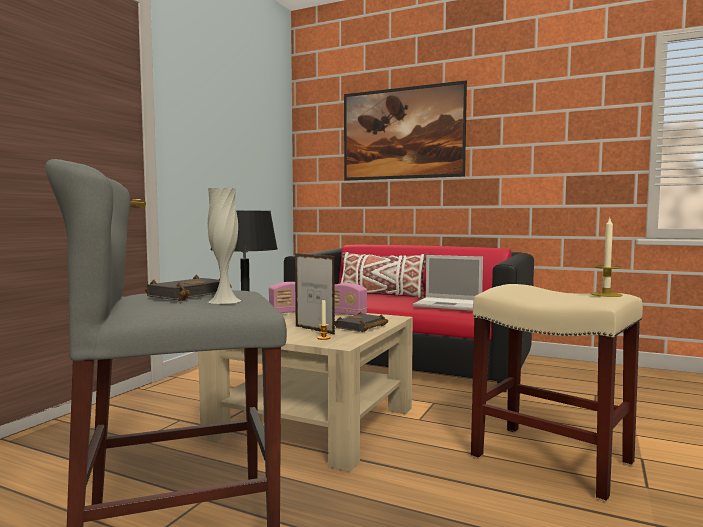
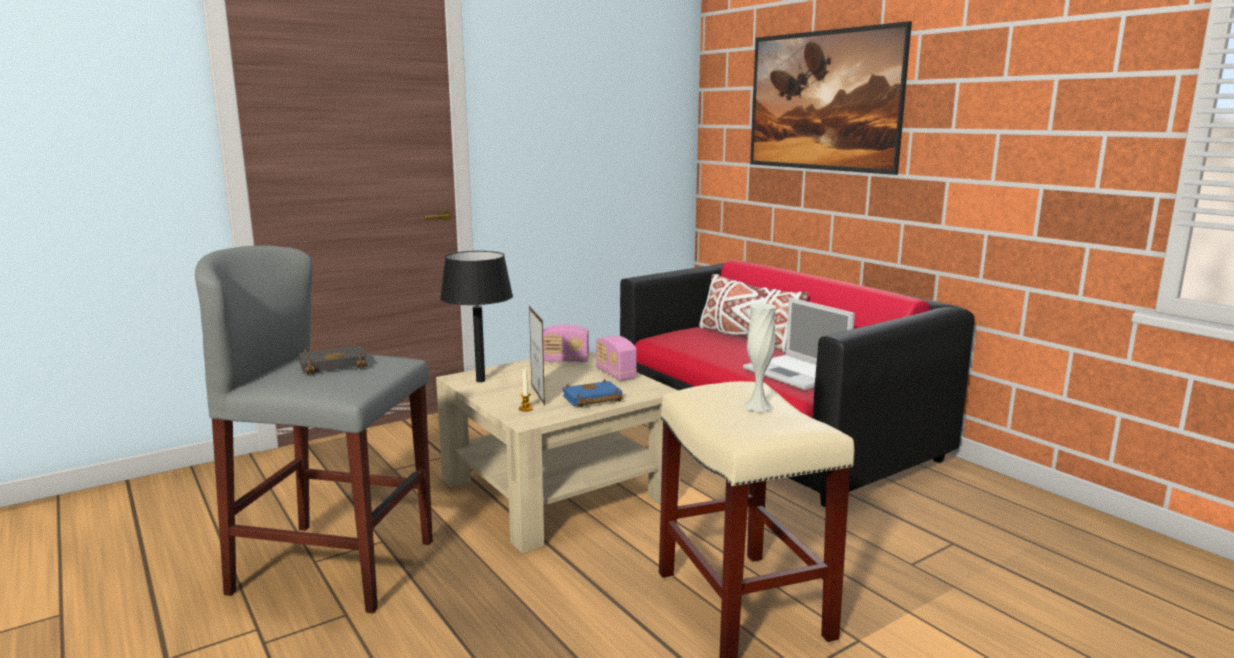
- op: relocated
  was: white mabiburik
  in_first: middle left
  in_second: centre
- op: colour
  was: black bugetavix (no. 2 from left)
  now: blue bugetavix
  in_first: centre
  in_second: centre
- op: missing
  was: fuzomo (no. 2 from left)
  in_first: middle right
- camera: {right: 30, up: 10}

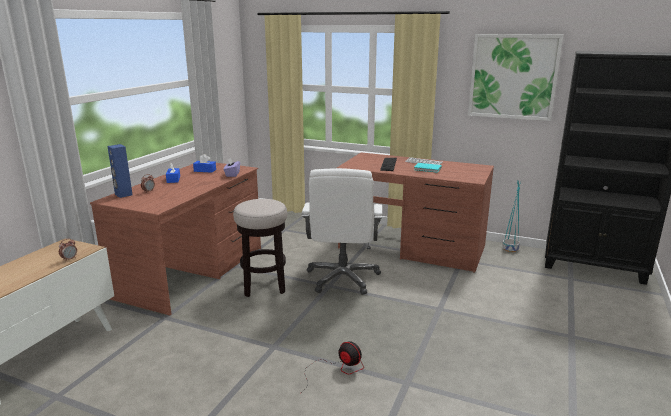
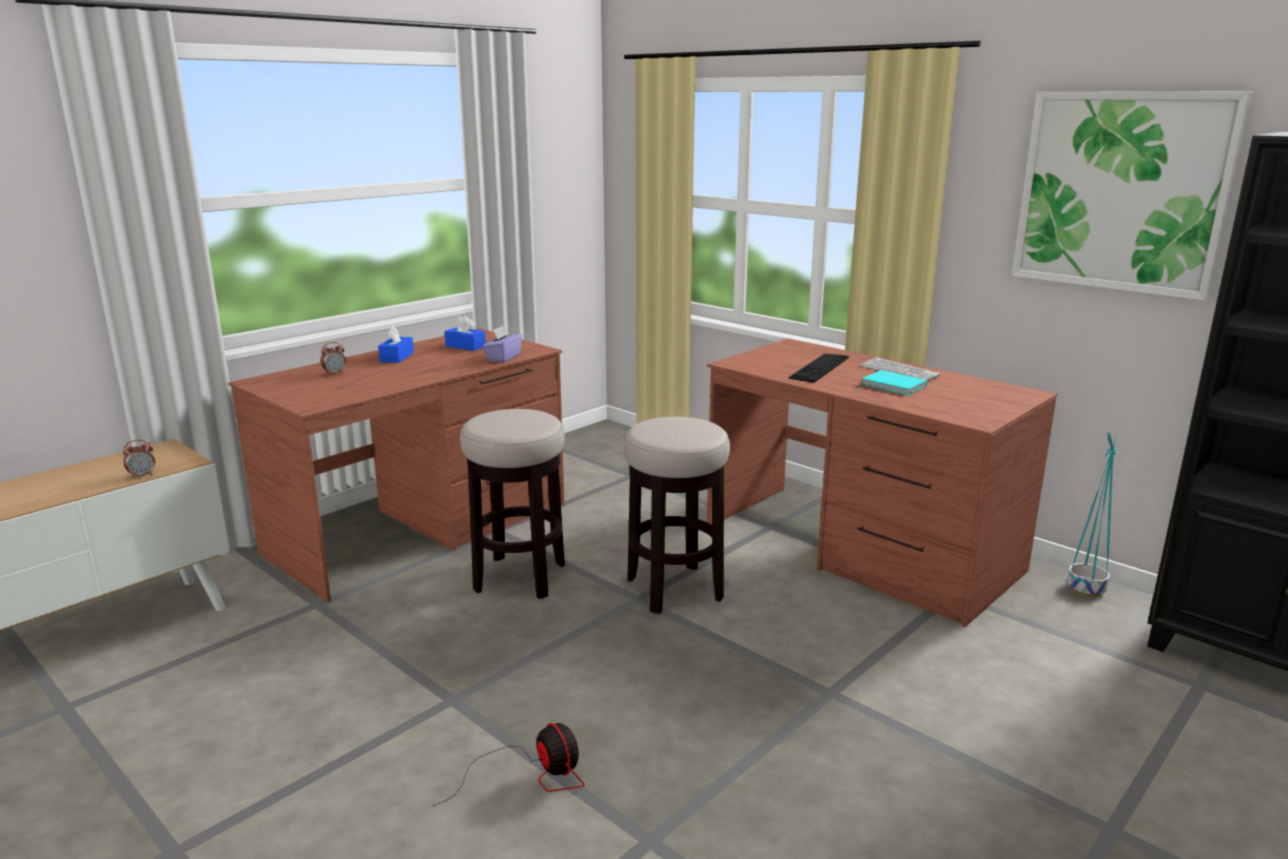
- op: missing
  was: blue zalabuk
  in_first: middle left
- op: exchanged
  was: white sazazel
  now: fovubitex (no. 2 from left)
  in_first: centre
  in_second: centre
- camera: {right: 20, up: 0}

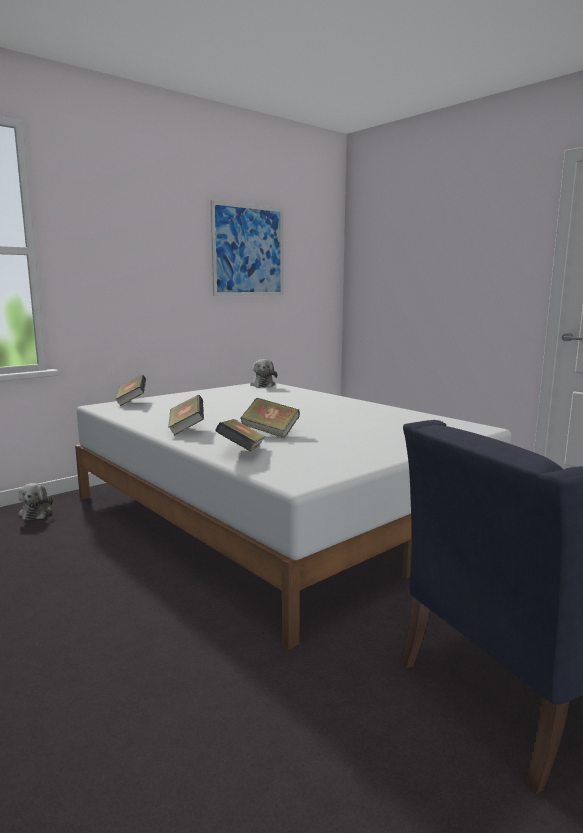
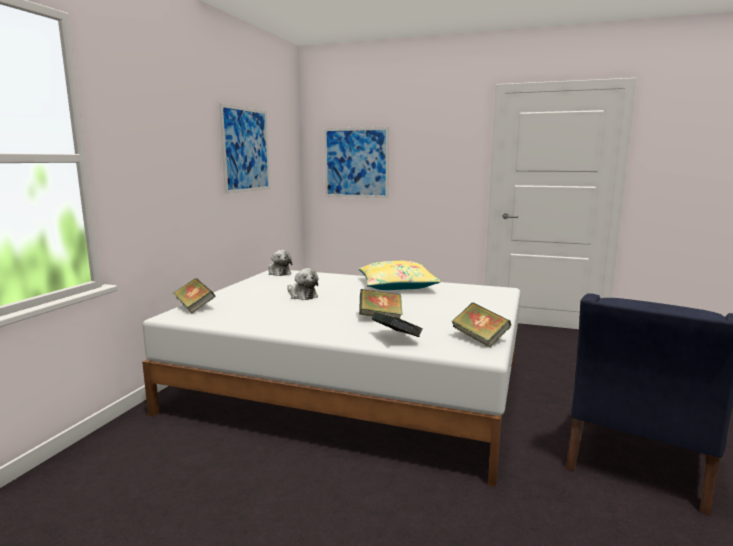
- op: relocated
  was: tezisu (no. 1 from left in the first image)
  now: tezisu (no. 2 from left)
  in_first: middle left
  in_second: centre
- op: relocated
  was: bugetavix (no. 2 from left in the first image)
  now: bugetavix (no. 4 from left)
  in_first: middle left
  in_second: centre
- op: appeared
  now: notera (no. 2 from left)
  in_second: top centre
- op: appeared
  now: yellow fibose
  in_second: centre
- camera: {right: -30, up: 0}

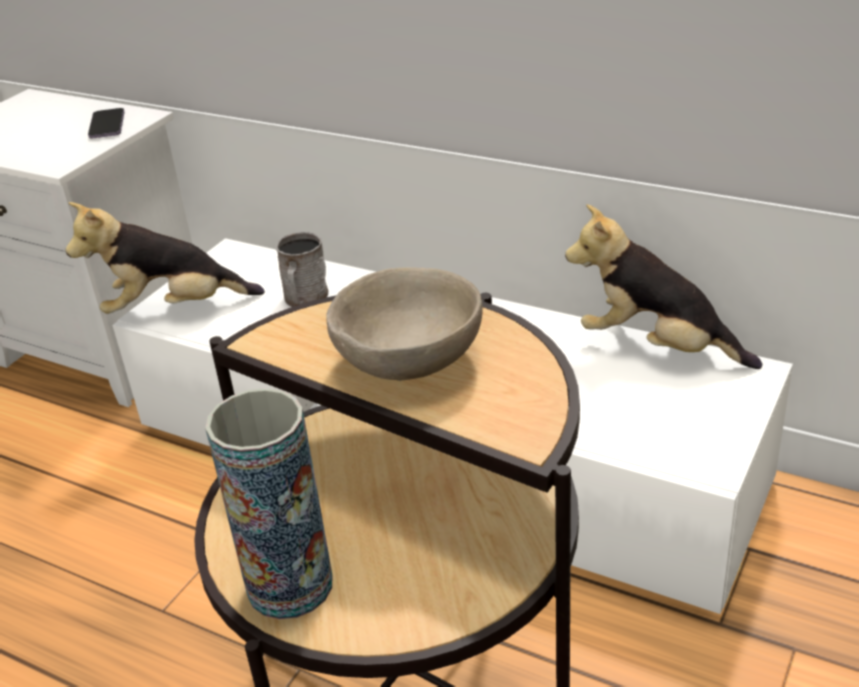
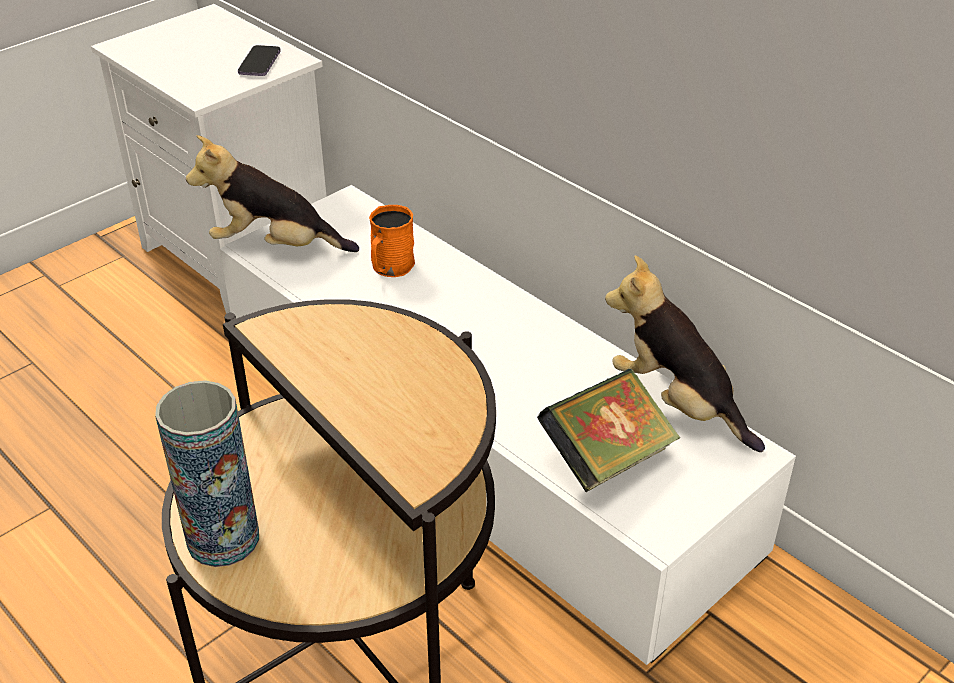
- op: colour
  was: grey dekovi
  now: orange dekovi
  in_first: centre
  in_second: centre
- op: missing
  was: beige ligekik
  in_first: centre
- op: appeared
  now: bugetavix
  in_second: centre
- camera: {right: 15, up: 5}

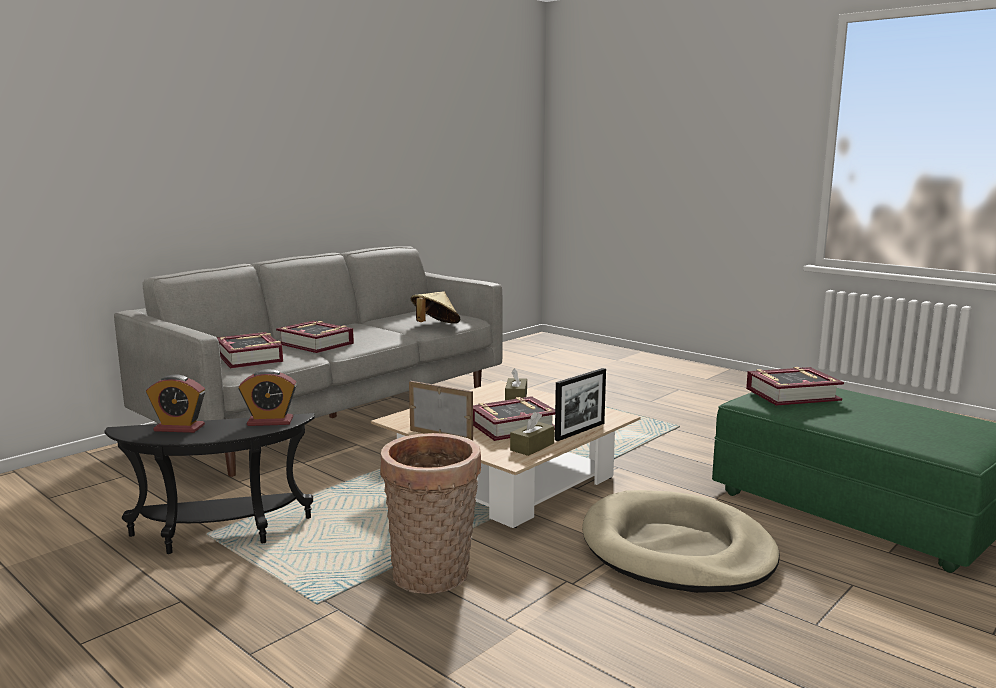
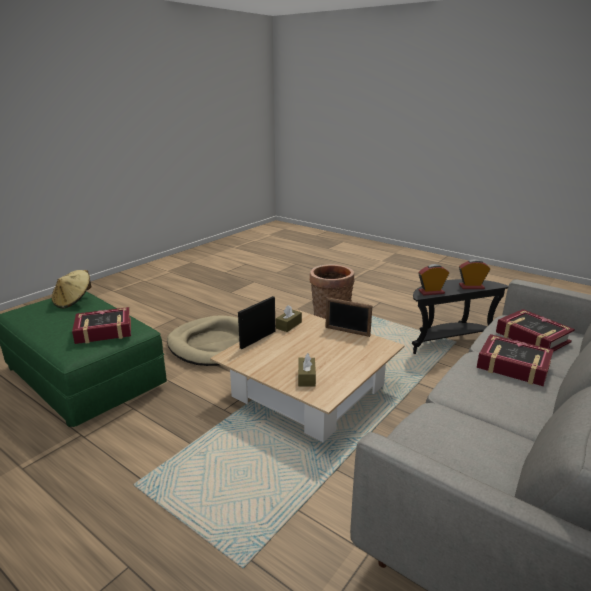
- op: relocated
  was: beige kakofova
  in_first: centre
  in_second: middle left
- op: missing
  was: bugetavix (no. 3 from left)
  in_first: centre
- camera: {right: 175, up: 10}

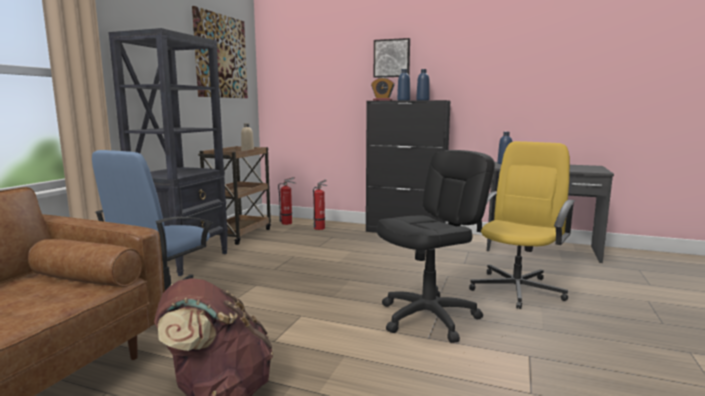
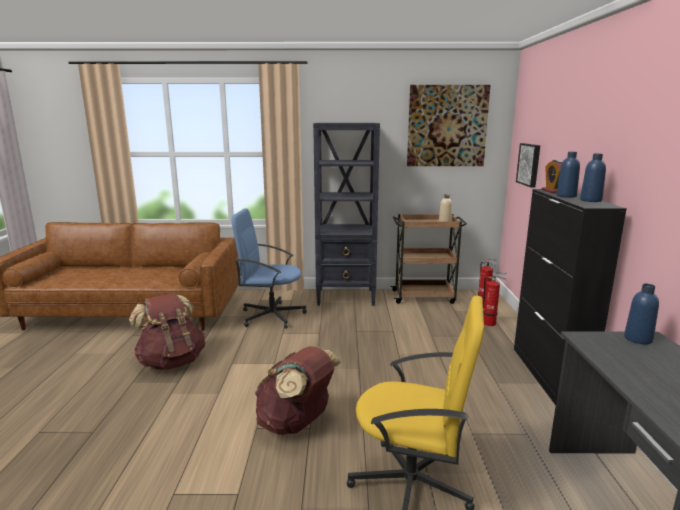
- op: relocated
  was: notera (no. 2 from left)
  in_first: top centre
  in_second: top right
- op: exchanged
  was: black sazazel
  now: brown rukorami (no. 2 from left)
  in_first: centre
  in_second: bottom centre
- camera: {right: 70, up: 5}

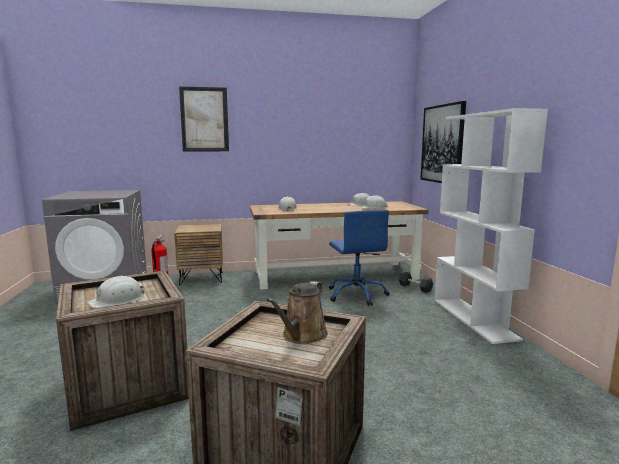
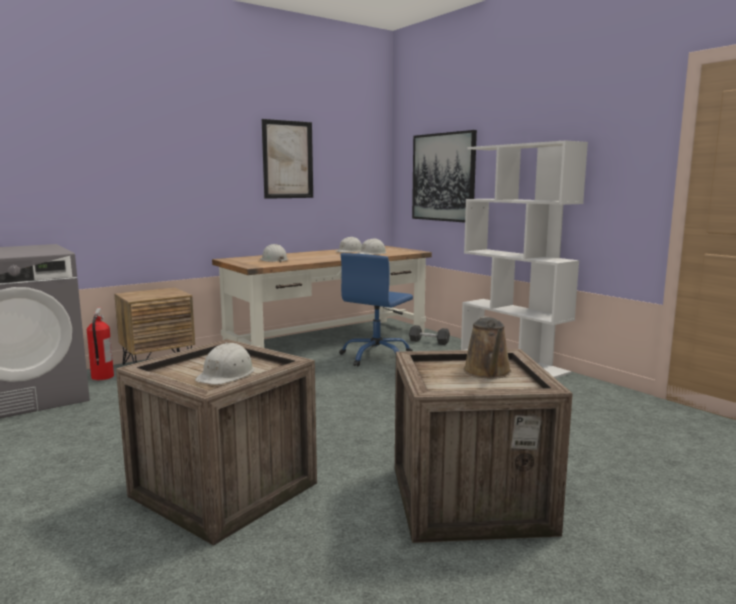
- op: relocated
  was: notera (no. 1 from left)
  in_first: top left
  in_second: top centre
- op: spun
  was: blue sazazel
  in_first: centre
  in_second: centre
  clockwise: 75
- camera: {right: -25, up: 0}

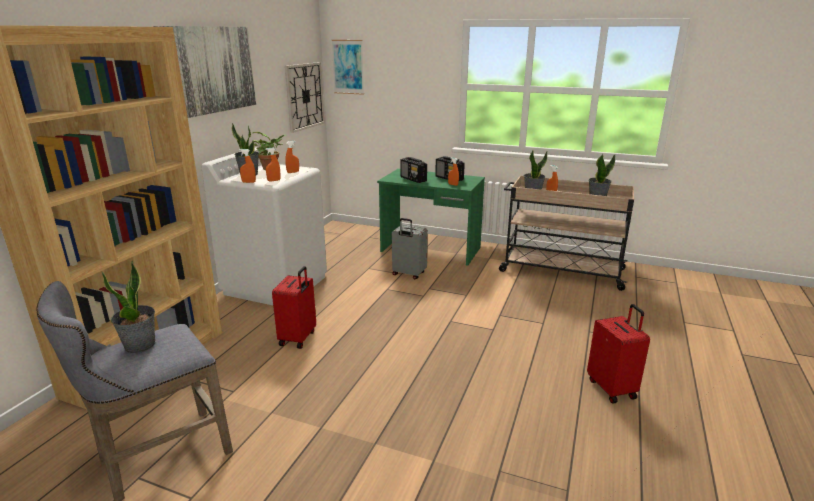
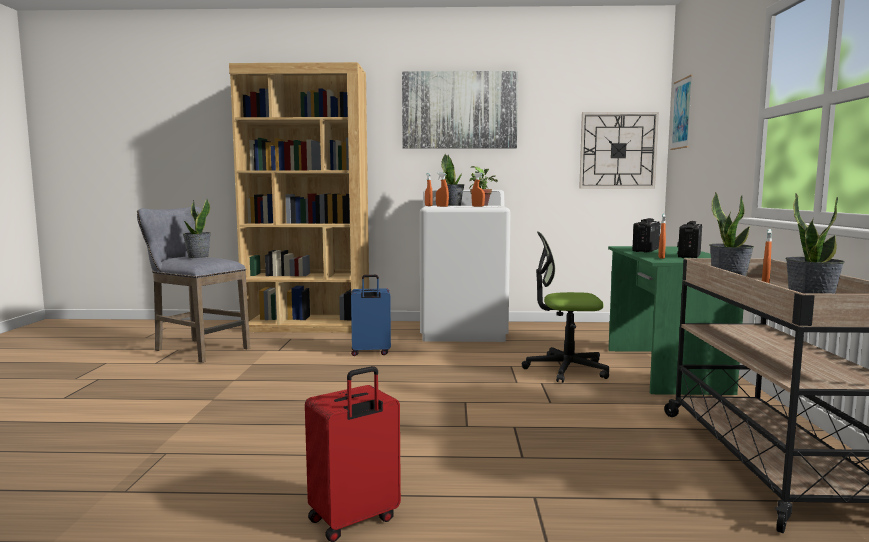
- op: colour
  was: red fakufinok (no. 1 from left)
  now: blue fakufinok
  in_first: centre
  in_second: centre
- op: exchanged
  was: grey fakufinok
  now: sazazel
  in_first: centre
  in_second: centre
- camera: {right: 70, up: -15}

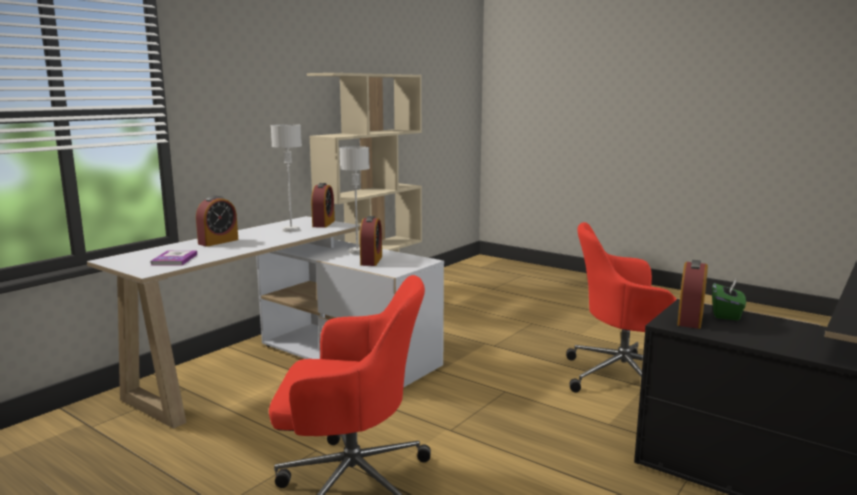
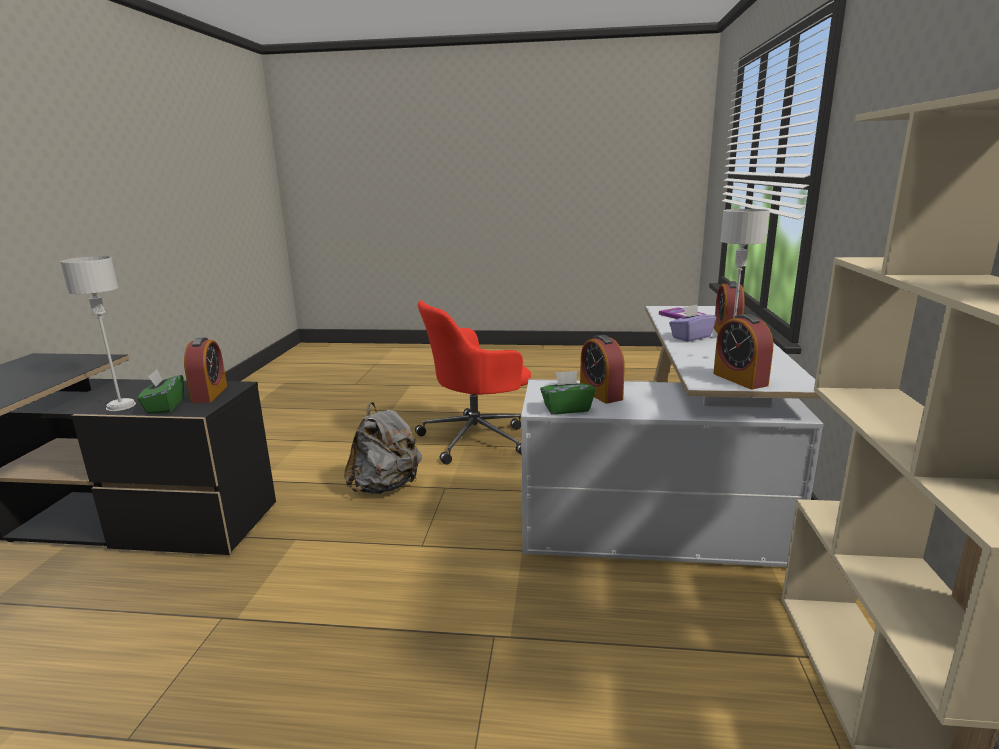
- op: relocated
  was: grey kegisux (no. 2 from left in the first image)
  now: grey kegisux (no. 1 from left)
  in_first: centre
  in_second: middle left
- op: missing
  was: red sazazel (no. 2 from left)
  in_first: middle right
- op: appeared
  now: grey rukorami
  in_second: centre
- op: appeared
  now: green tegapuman (no. 2 from left)
  in_second: centre
- op: appeared
  now: purple tegapuman
  in_second: middle right
- camera: {right: 150, up: 5}

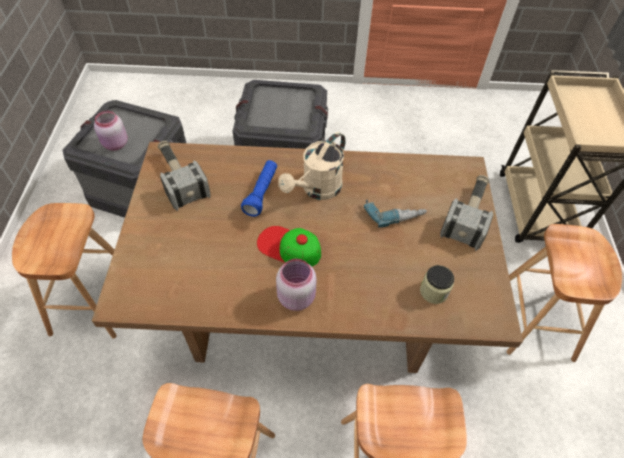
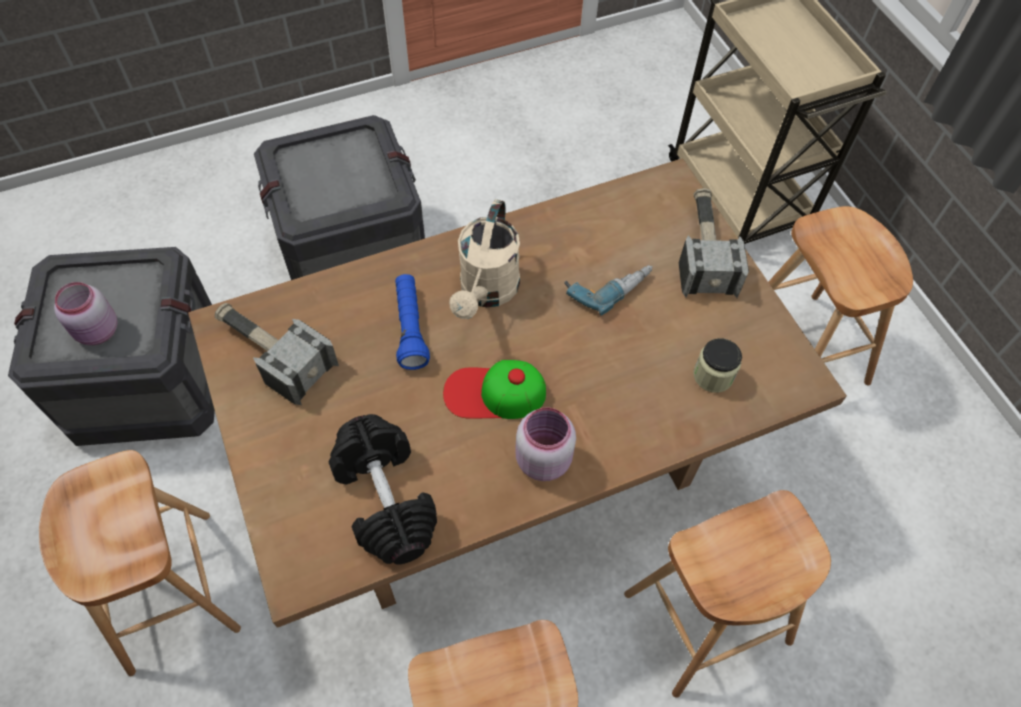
- op: appeared
  now: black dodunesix
  in_second: bottom centre
- camera: {right: -25, up: 5}

